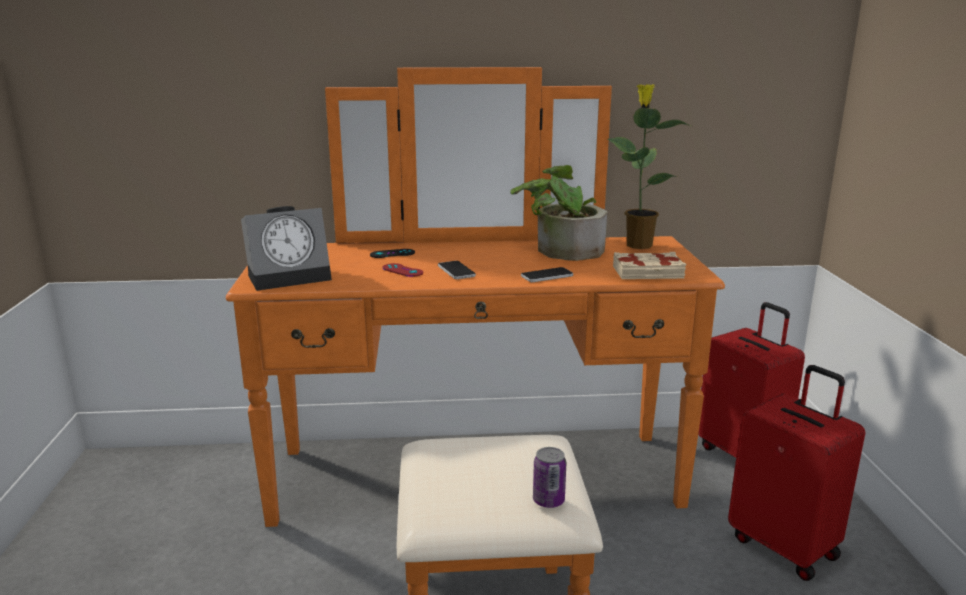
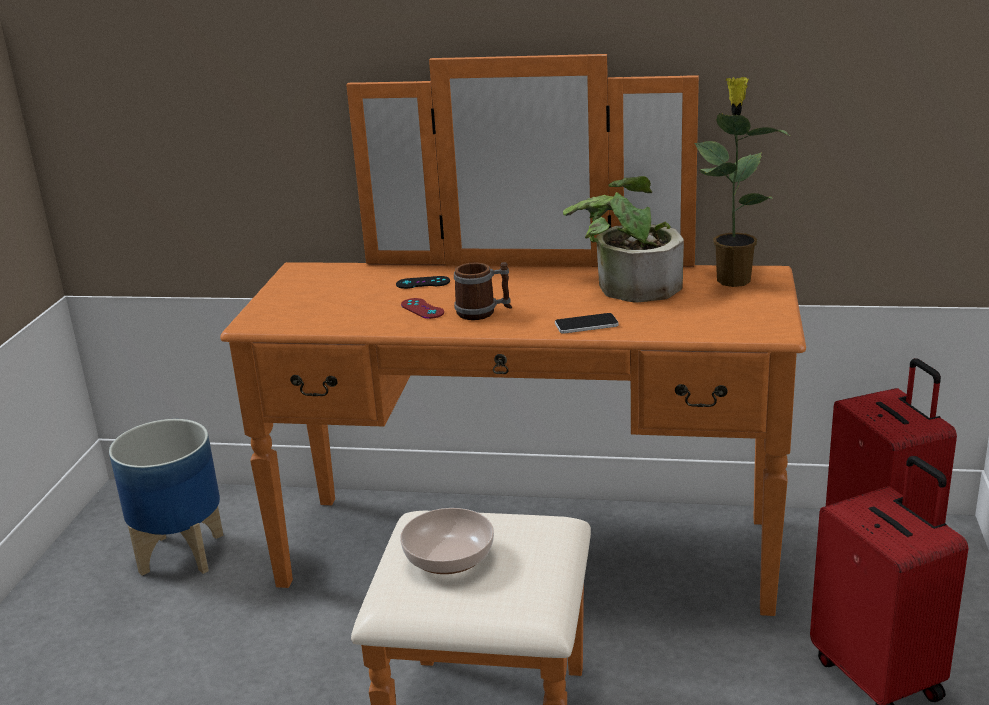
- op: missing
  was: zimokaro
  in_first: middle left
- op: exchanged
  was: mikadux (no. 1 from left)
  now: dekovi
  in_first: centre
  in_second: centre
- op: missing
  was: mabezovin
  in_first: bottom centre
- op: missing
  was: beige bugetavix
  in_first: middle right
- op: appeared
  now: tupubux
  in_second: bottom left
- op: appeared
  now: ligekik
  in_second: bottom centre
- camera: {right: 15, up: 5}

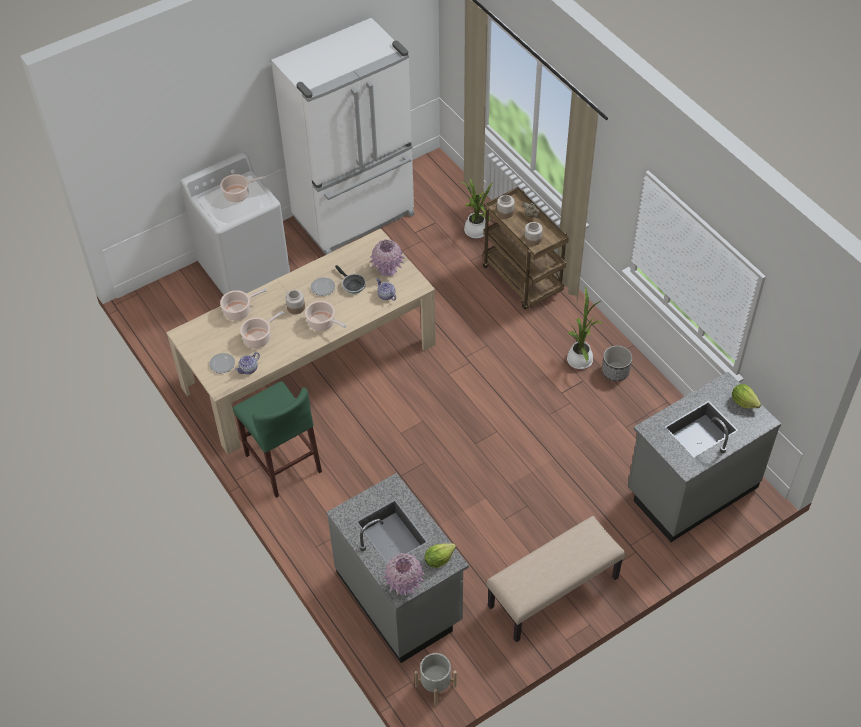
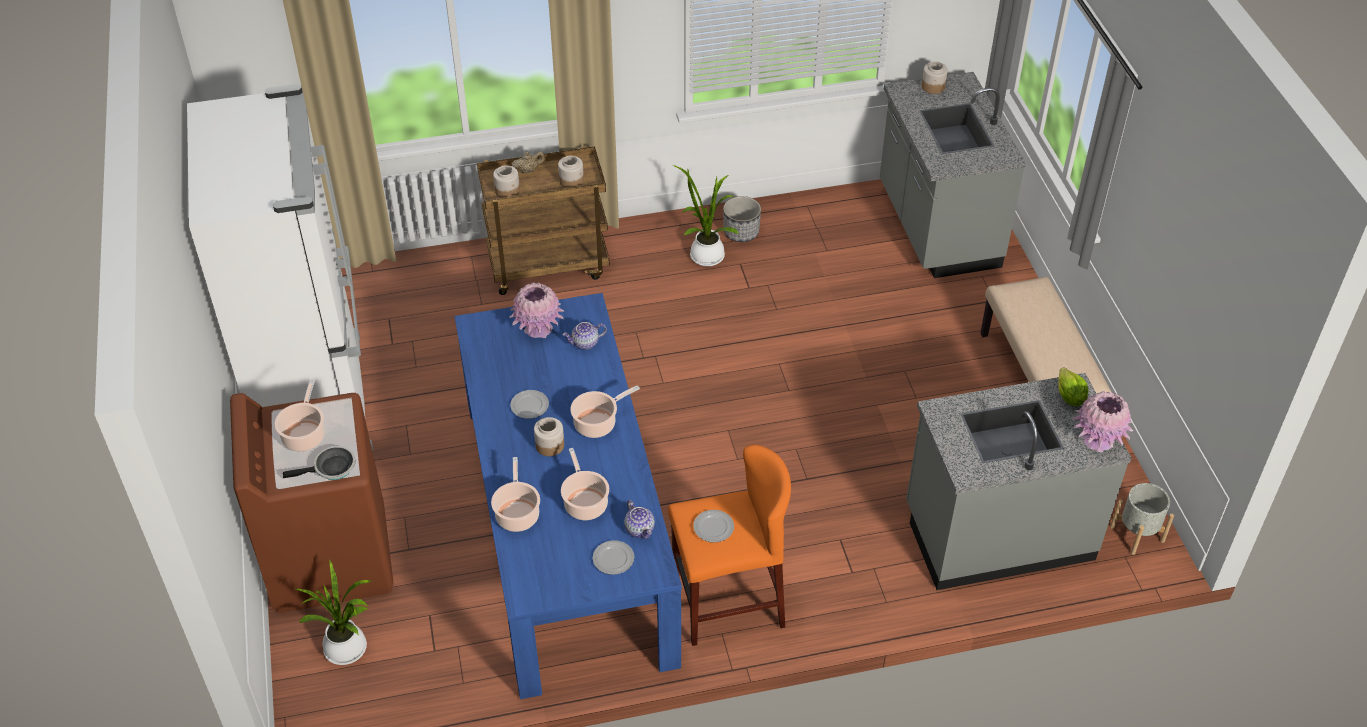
- op: colour
  was: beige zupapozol
  now: blue zupapozol
  in_first: centre
  in_second: bottom centre
- op: colour
  was: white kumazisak
  now: brown kumazisak
  in_first: top left
  in_second: bottom left
- op: colour
  was: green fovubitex
  now: orange fovubitex
  in_first: middle left
  in_second: bottom centre
- op: relocated
  was: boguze
  in_first: centre
  in_second: middle left
- op: relocated
  was: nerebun (no. 1 from left)
  in_first: top centre
  in_second: bottom left
- op: exchanged
  was: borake (no. 2 from left)
  now: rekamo (no. 4 from left)
  in_first: middle right
  in_second: top right
- op: appeared
  now: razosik (no. 3 from left)
  in_second: bottom centre
- camera: {right: -70, up: -5}

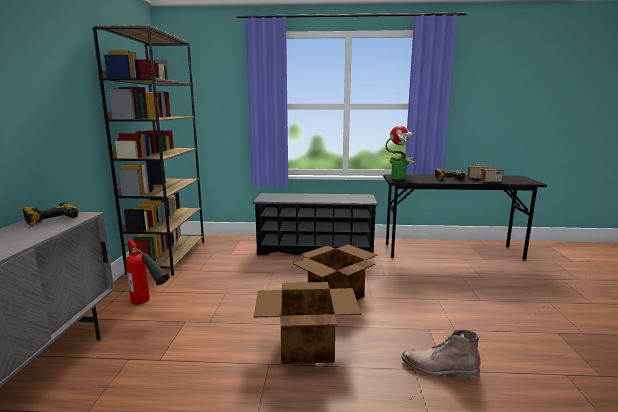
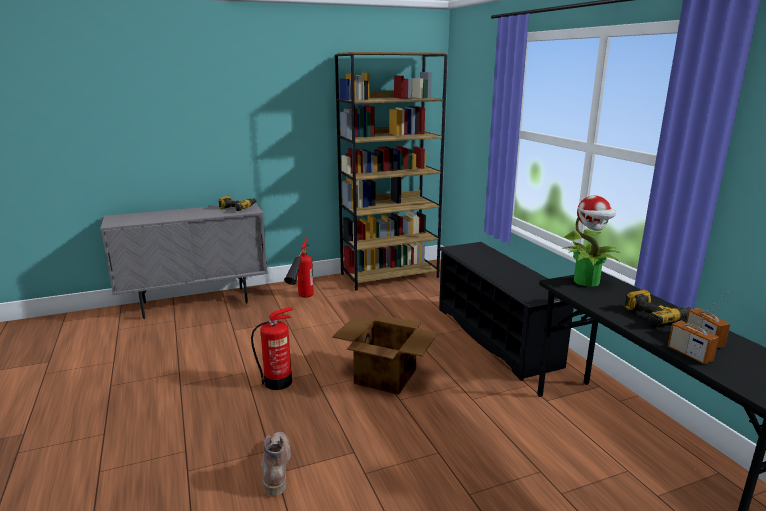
- op: exchanged
  was: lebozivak (no. 1 from left)
  now: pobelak (no. 1 from left)
  in_first: bottom centre
  in_second: bottom centre
- camera: {right: 65, up: 5}

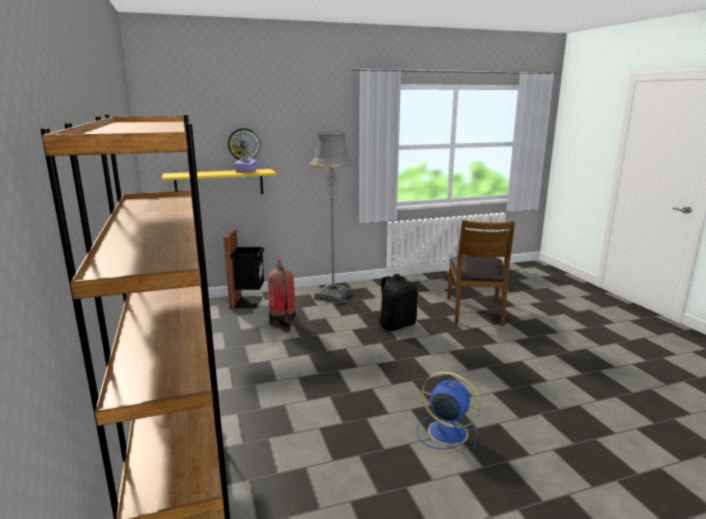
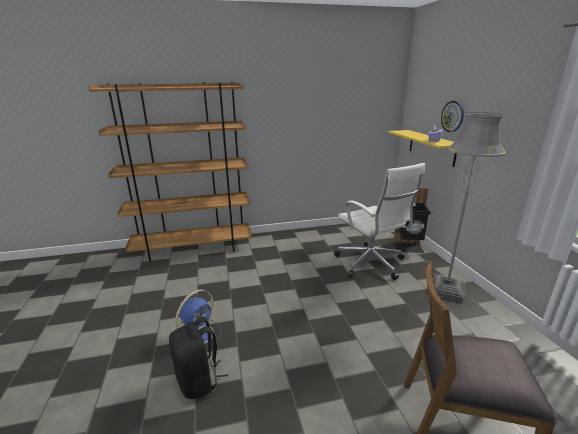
- op: exchanged
  was: pobelak
  now: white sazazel
  in_first: centre
  in_second: centre
- op: relocated
  was: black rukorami
  in_first: centre
  in_second: bottom centre
- camera: {right: 95, up: 5}

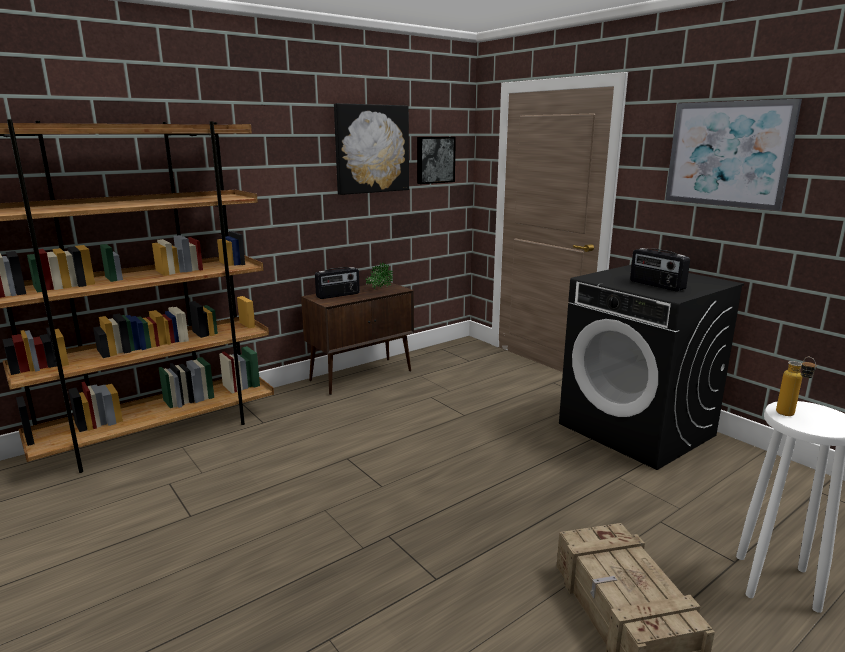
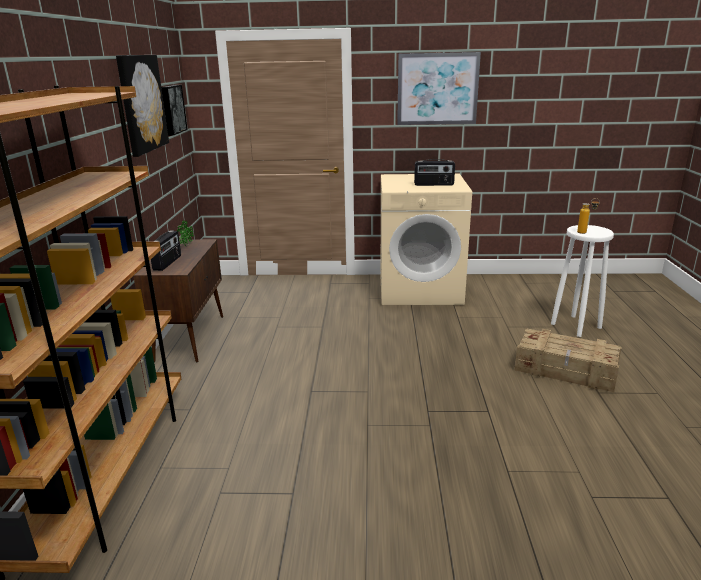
- op: colour
  was: black kumazisak
  now: beige kumazisak
  in_first: middle right
  in_second: centre
- camera: {right: -50, up: 5}

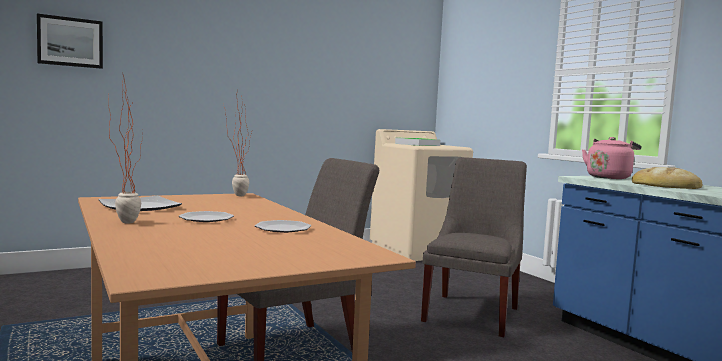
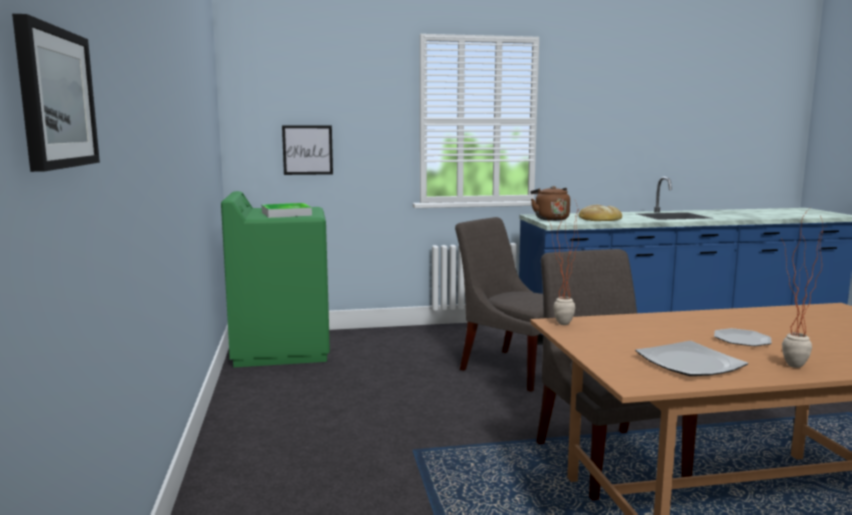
- op: missing
  was: razosik (no. 3 from left)
  in_first: centre
- op: colour
  was: beige kumazisak
  now: green kumazisak
  in_first: centre
  in_second: middle left
- op: colour
  was: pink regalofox
  now: brown regalofox
  in_first: middle right
  in_second: centre
- op: appeared
  now: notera (no. 2 from left)
  in_second: top centre
- camera: {right: -70, up: 5}

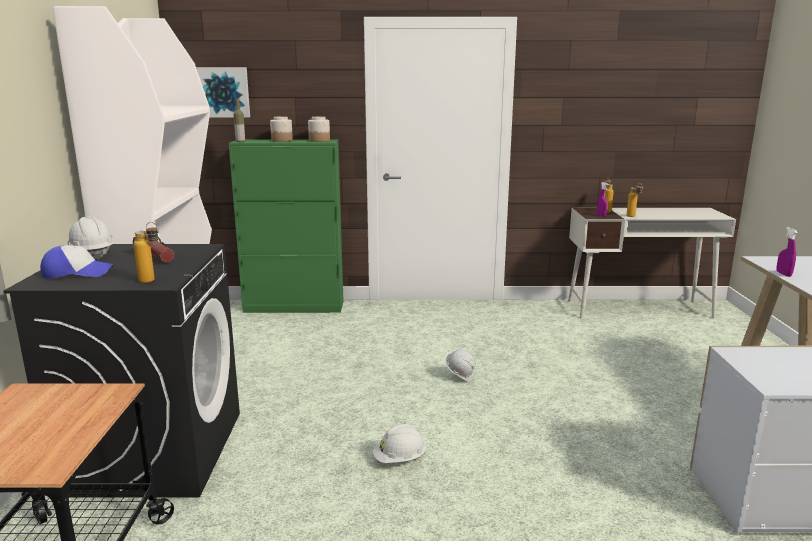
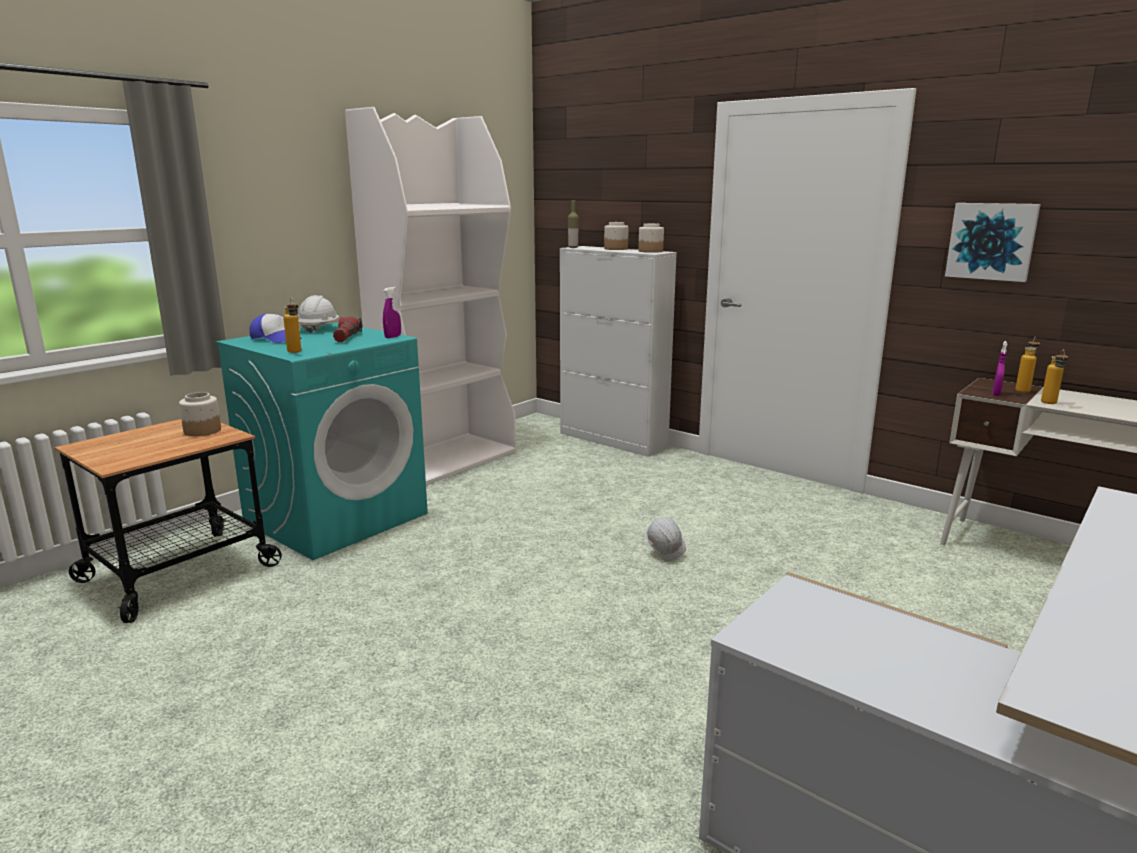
- op: colour
  was: black kumazisak
  now: turquoise kumazisak
  in_first: bottom left
  in_second: middle left
- op: relocated
  was: notera
  in_first: top left
  in_second: top right
- op: colour
  was: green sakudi
  now: white sakudi
  in_first: centre
  in_second: centre
- op: missing
  was: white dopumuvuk (no. 2 from left)
  in_first: bottom centre
- op: relocated
  was: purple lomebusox (no. 2 from left in the first image)
  now: purple lomebusox (no. 1 from left)
  in_first: middle right
  in_second: centre
- op: appeared
  now: rekamo (no. 1 from left)
  in_second: middle left
- camera: {right: 40, up: 0}

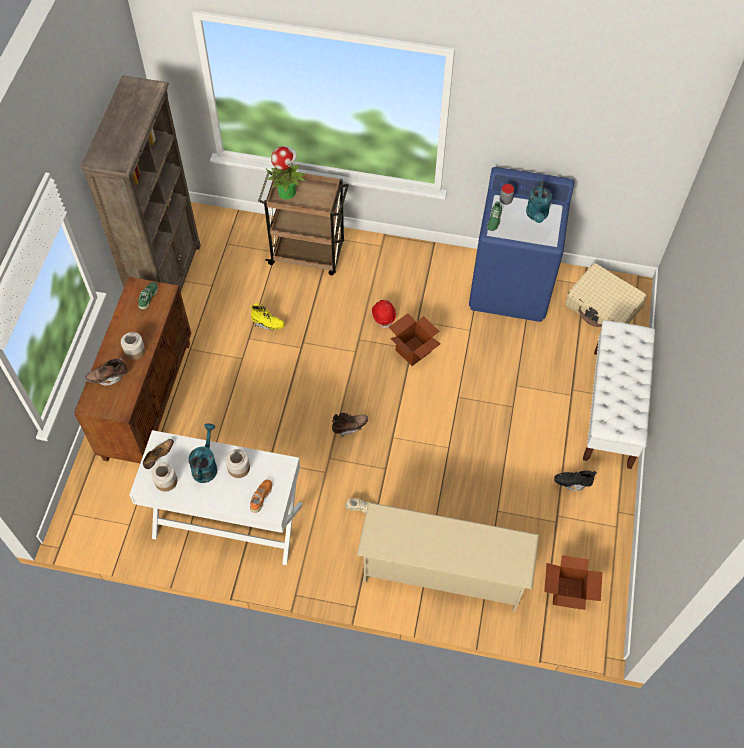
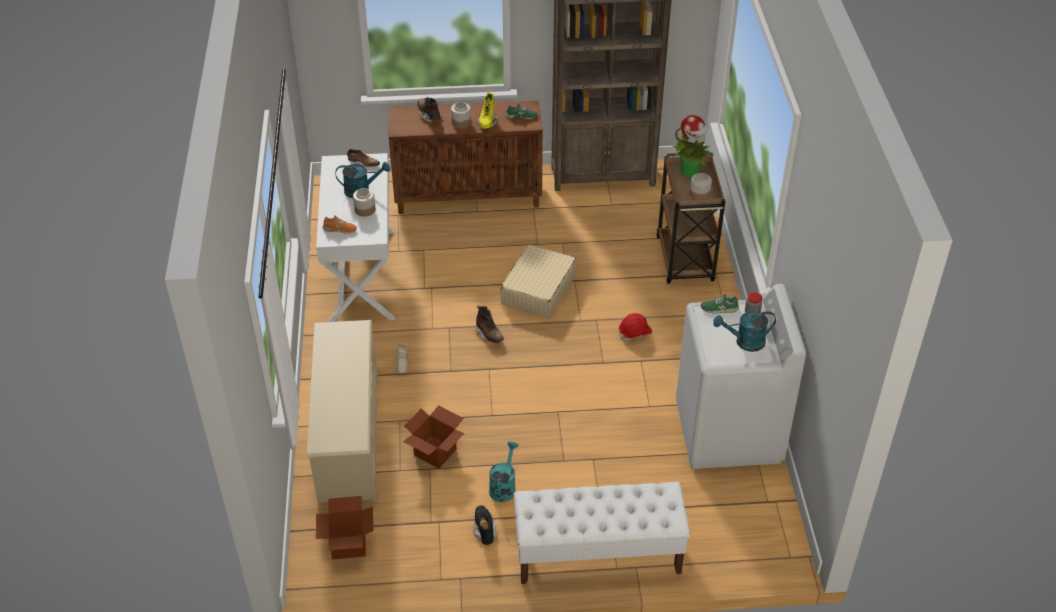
- op: relocated
  was: rekamo (no. 2 from left in the first image)
  now: rekamo (no. 3 from left)
  in_first: middle left
  in_second: top centre
- op: relocated
  was: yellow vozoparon
  in_first: centre
  in_second: top centre
- op: relocated
  was: lebozivak (no. 1 from left in the first image)
  now: lebozivak (no. 2 from left)
  in_first: centre
  in_second: bottom centre
- op: colour
  was: blue kumazisak
  now: white kumazisak
  in_first: top right
  in_second: middle right
- op: relocated
  was: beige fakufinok
  in_first: middle right
  in_second: centre
- op: appeared
  now: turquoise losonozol (no. 2 from left)
  in_second: bottom centre
- camera: {right: 75, up: -15}

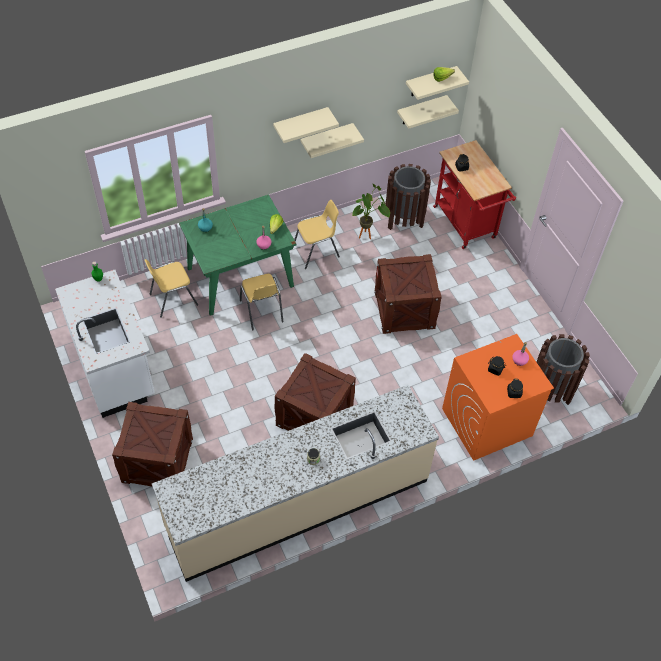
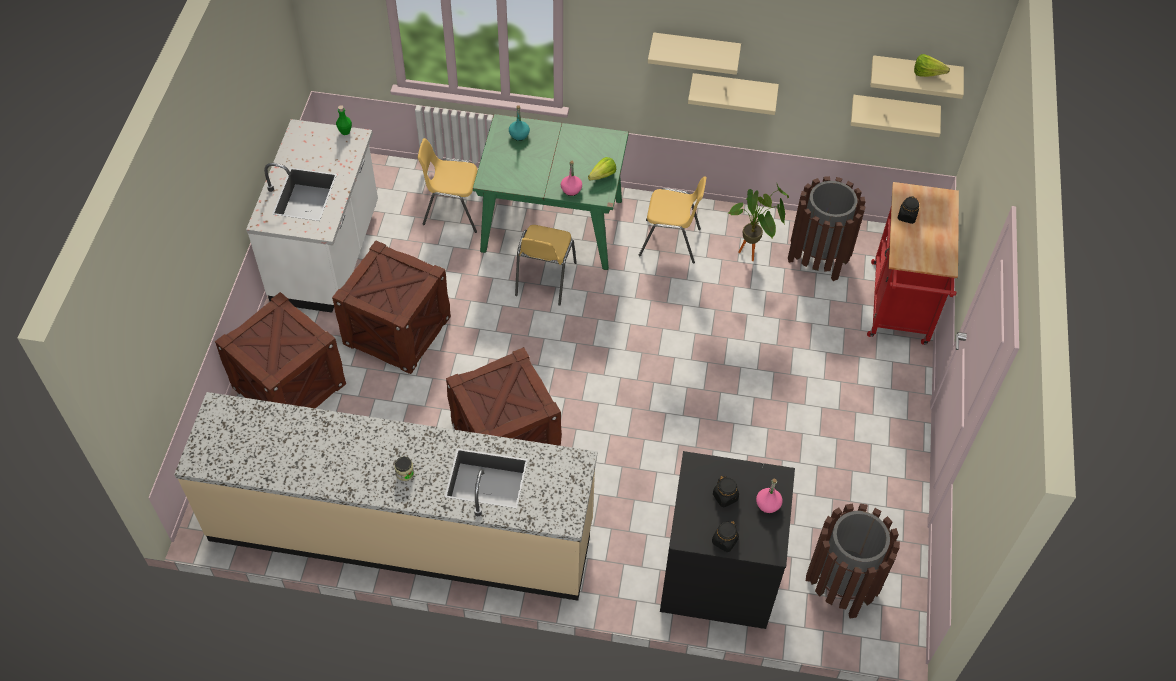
- op: relocated
  was: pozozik (no. 3 from left in the first image)
  now: pozozik (no. 2 from left)
  in_first: centre
  in_second: middle left
- op: colour
  was: orange kumazisak
  now: black kumazisak
  in_first: middle right
  in_second: bottom centre
- camera: {right: 35, up: 0}

